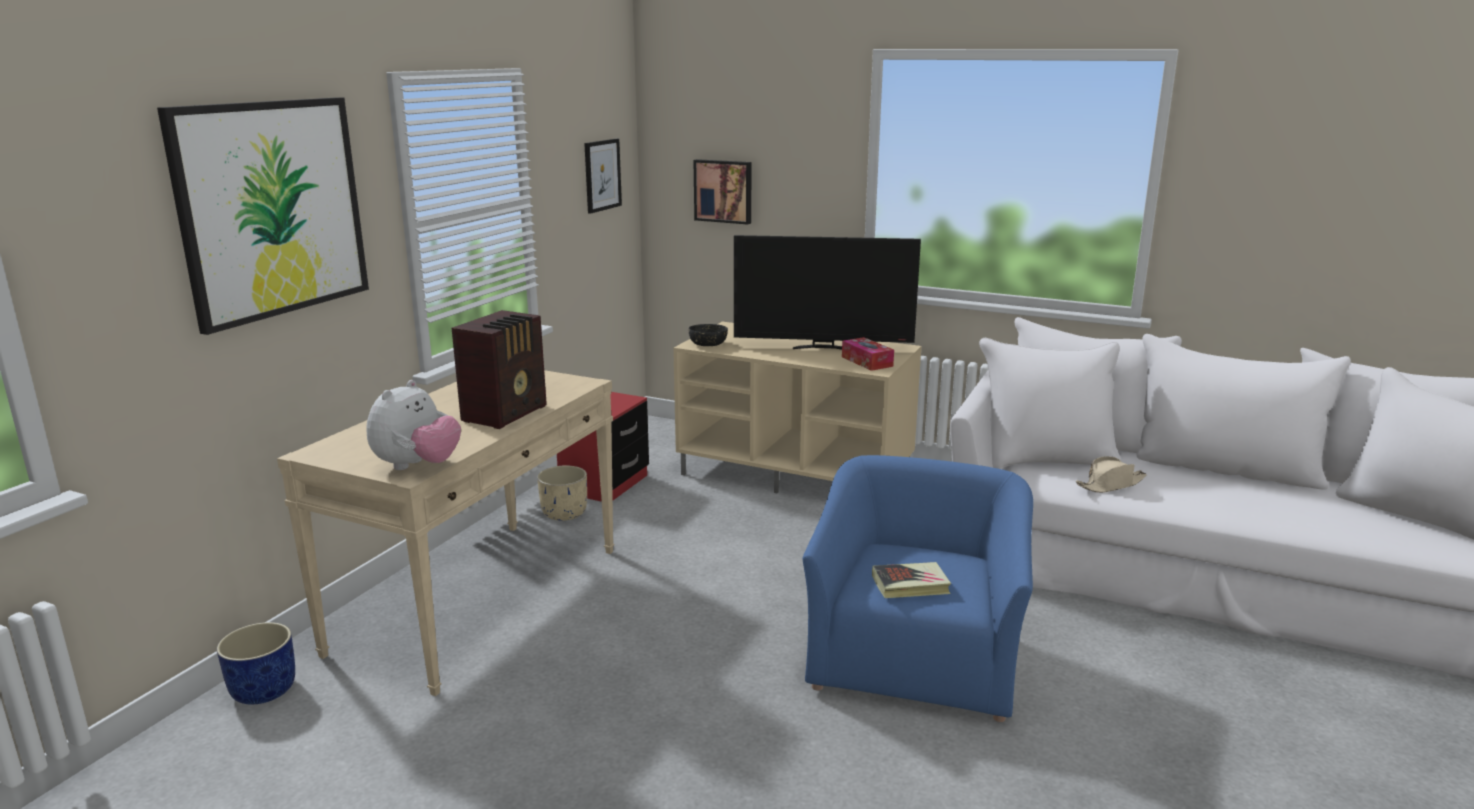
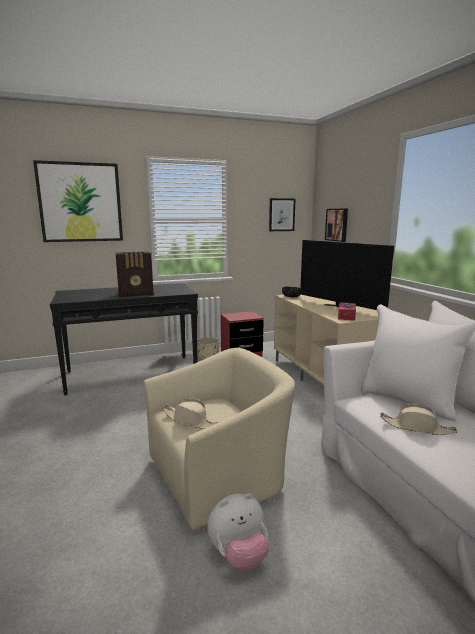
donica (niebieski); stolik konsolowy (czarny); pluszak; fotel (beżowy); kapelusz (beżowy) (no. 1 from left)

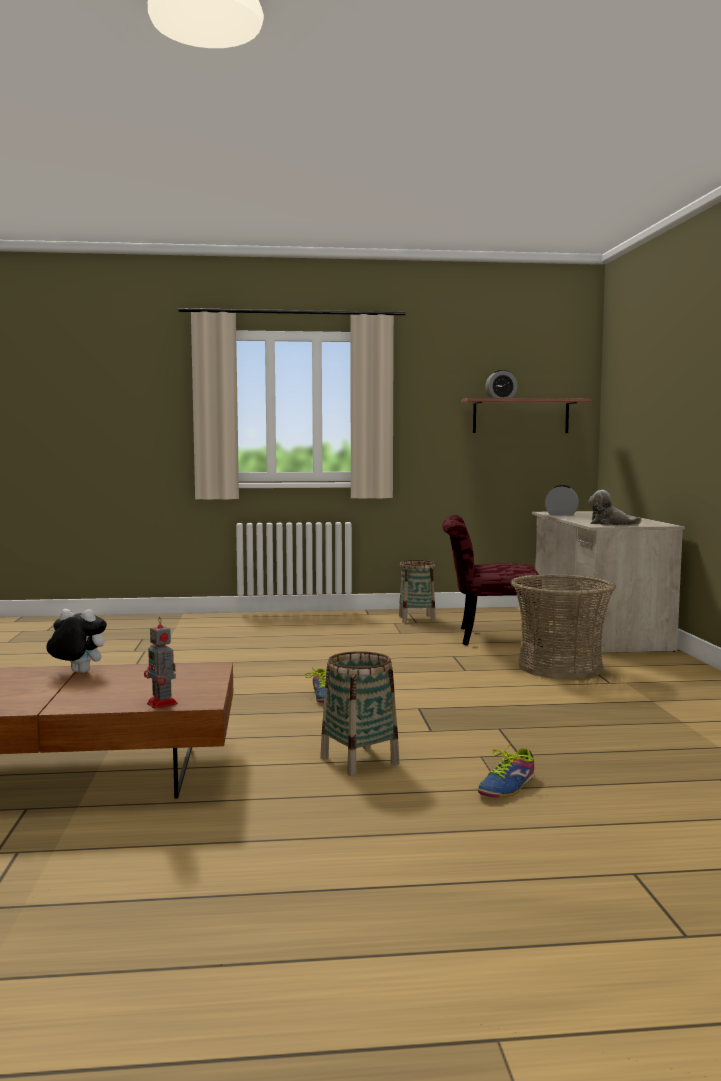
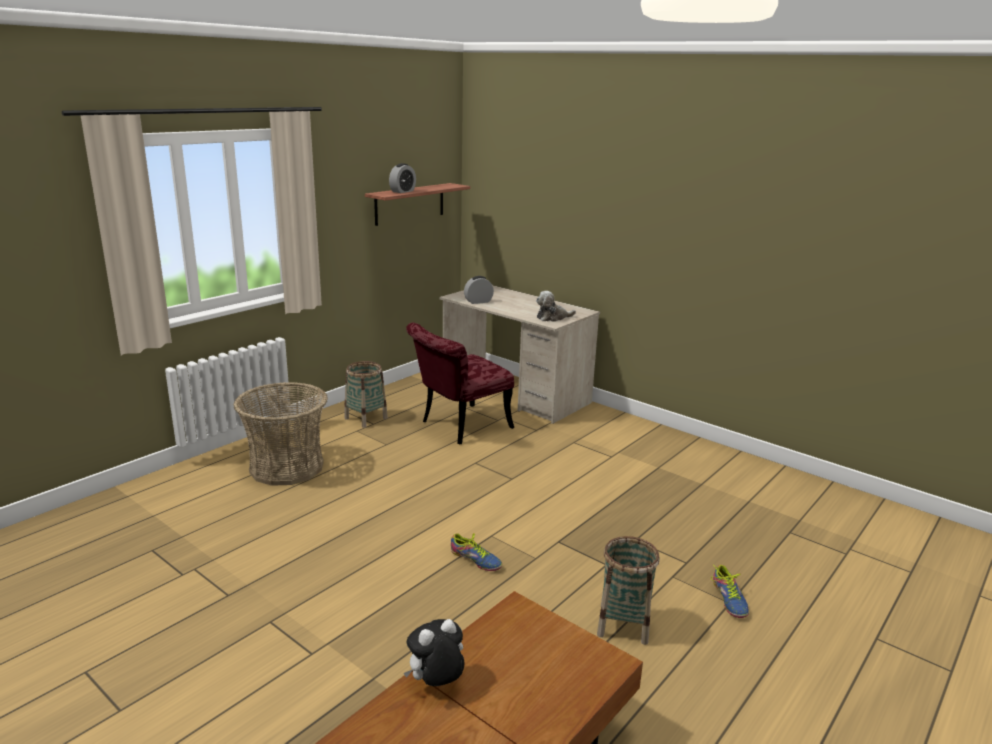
robot zabawkowy; koszyk (no. 1 from left)

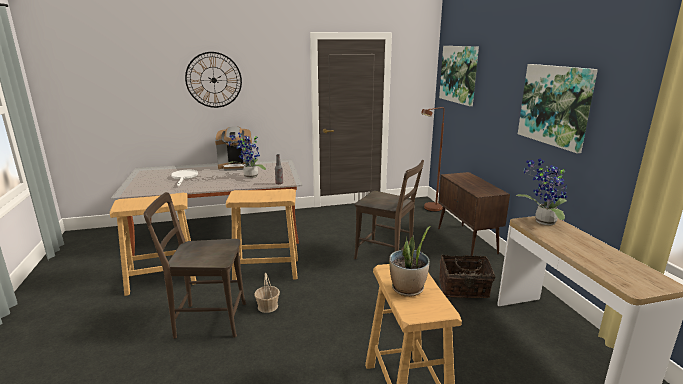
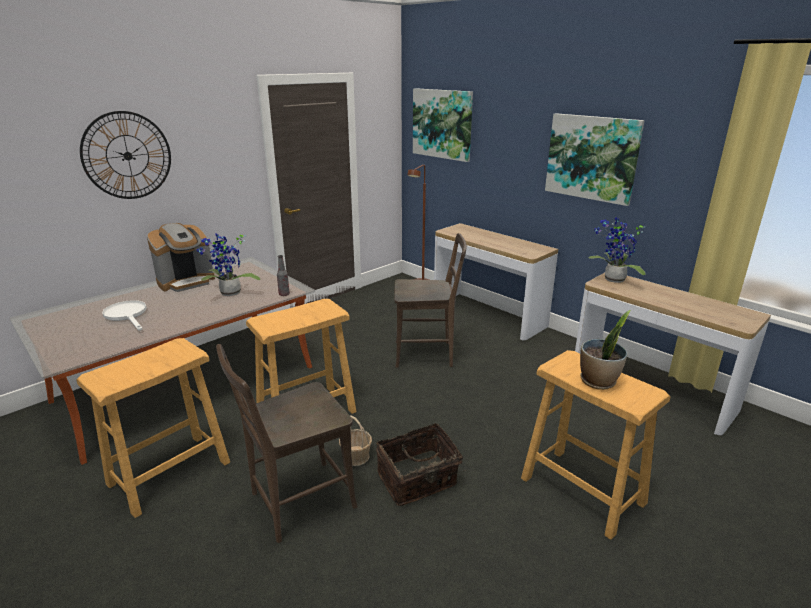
stolik konsolowy (no. 1 from left); koszyk (no. 2 from left)

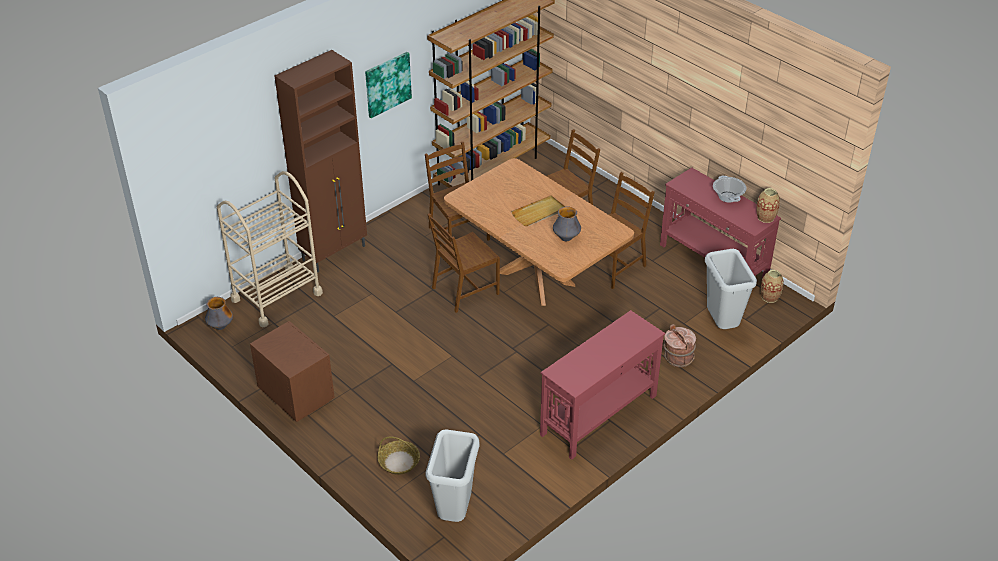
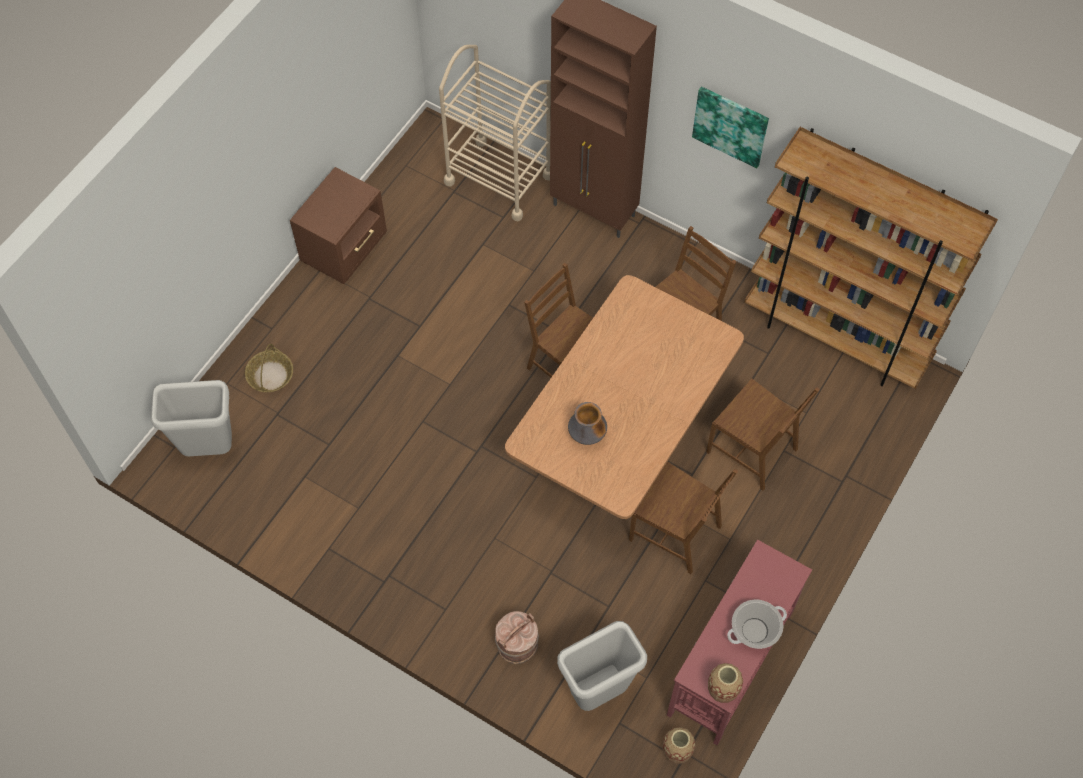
wazon (no. 1 from left in the first image); taca (beżowy); stolik konsolowy (czerwony) (no. 1 from left in the first image)

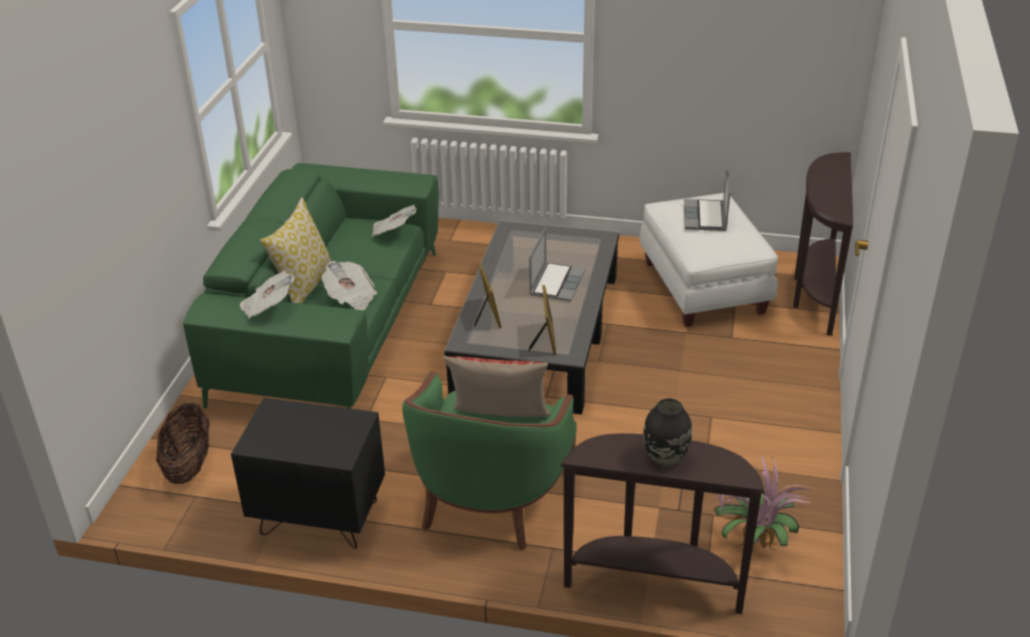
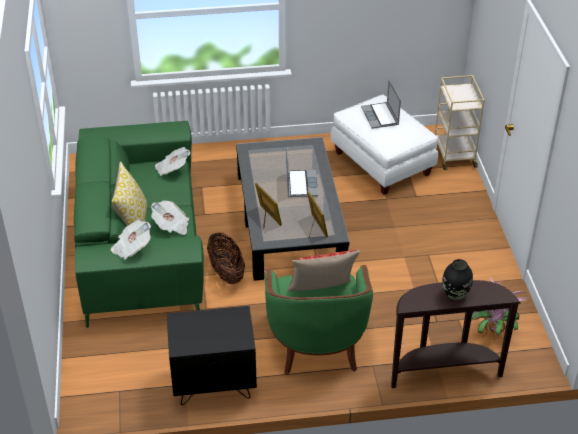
koszyk; wózek (beżowy)

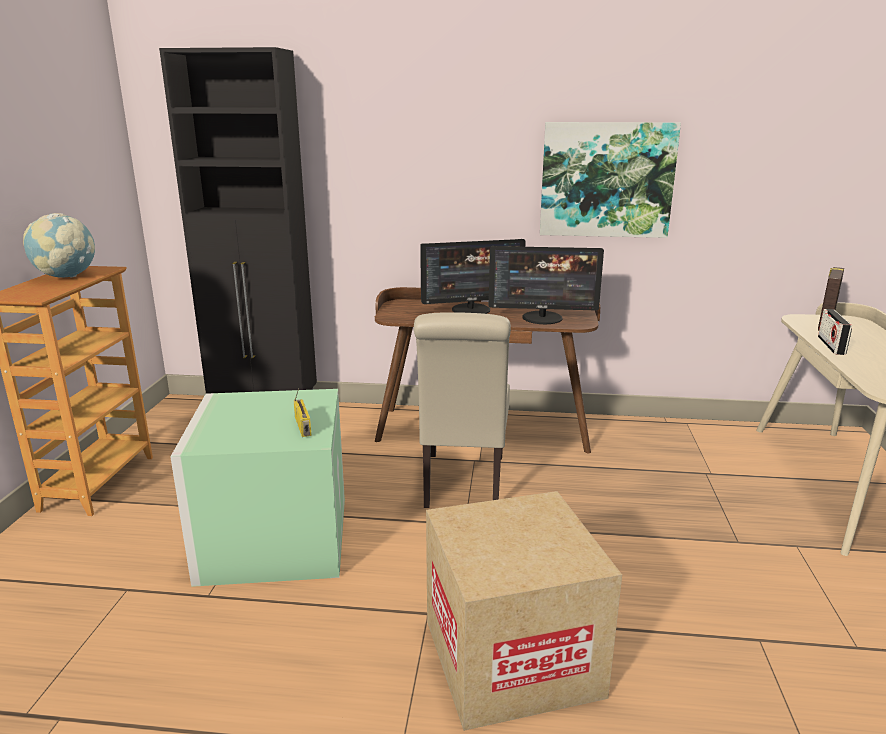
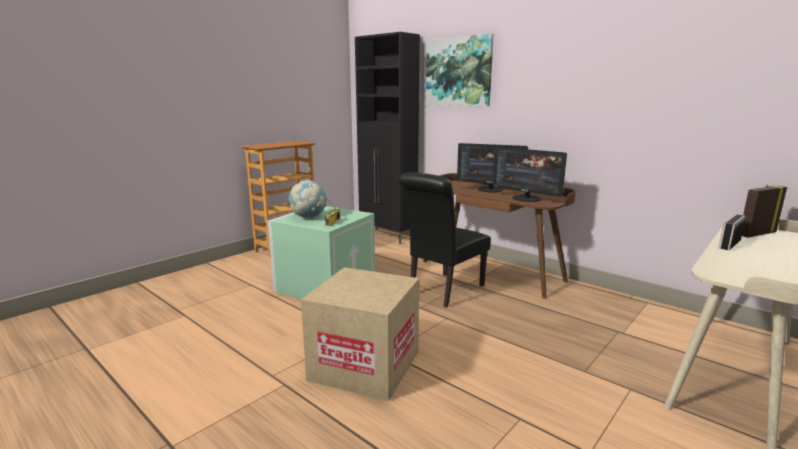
globus; krzesło (czarny); obraz

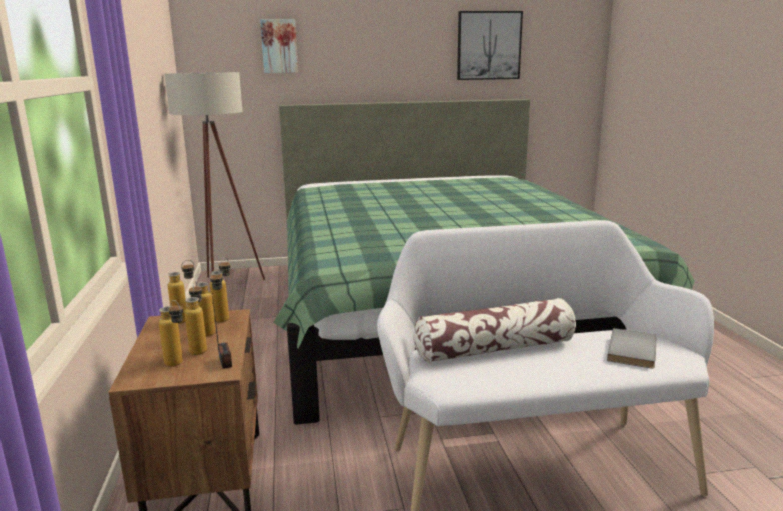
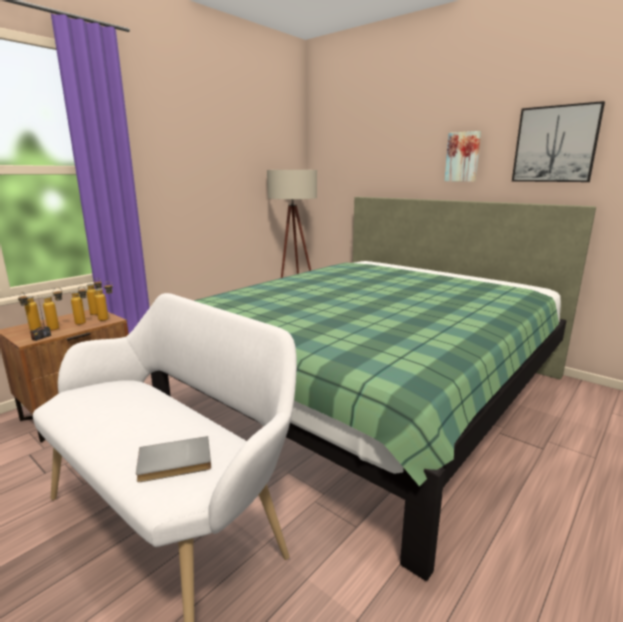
obraz (no. 1 from left); poduszka

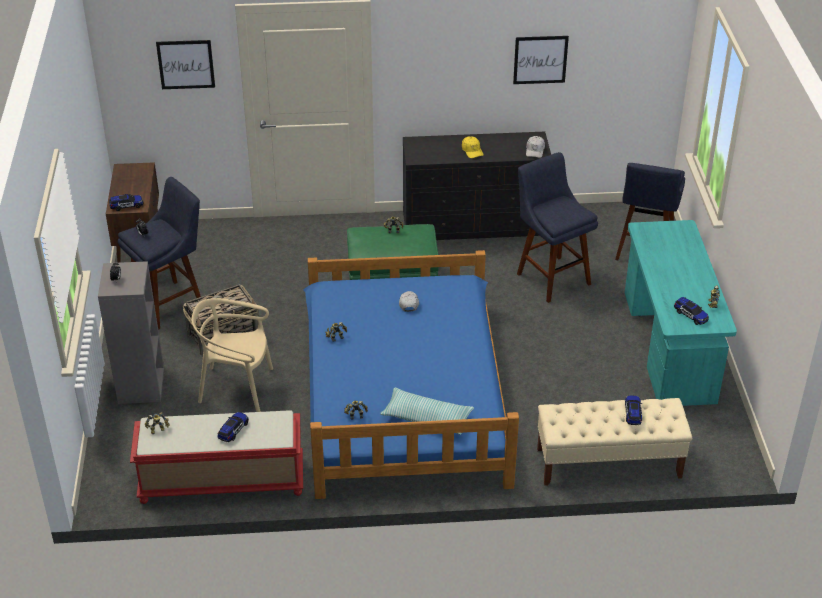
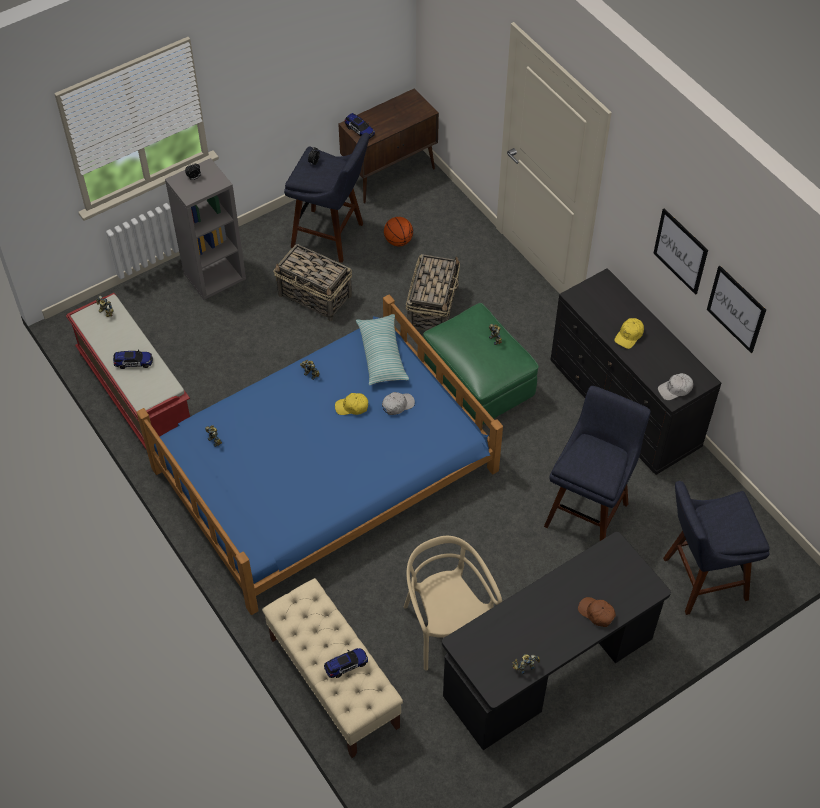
obraz (no. 1 from left); krzesło (beżowy); poduszka; biurko (czarny); samochodzik (no. 4 from left in the first image); czapka z daszkiem (żółty) (no. 1 from left); piłka do koszykówki; koszyk (no. 2 from left); czapka z daszkiem (brązowy)

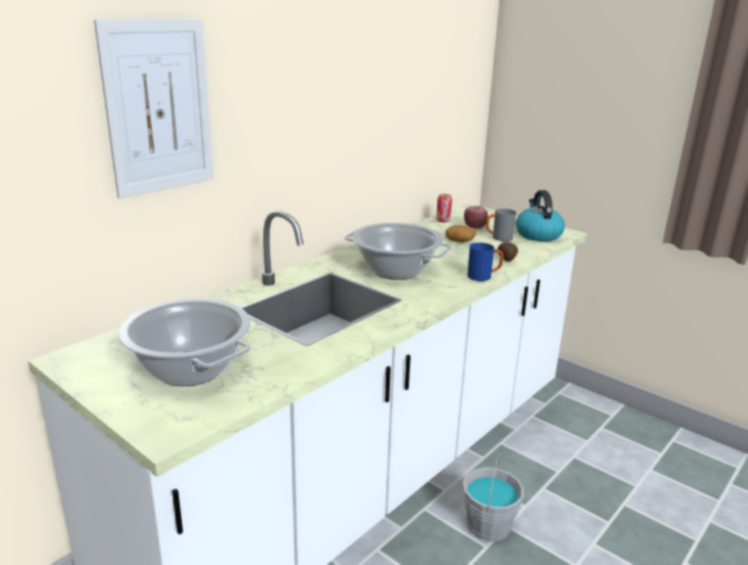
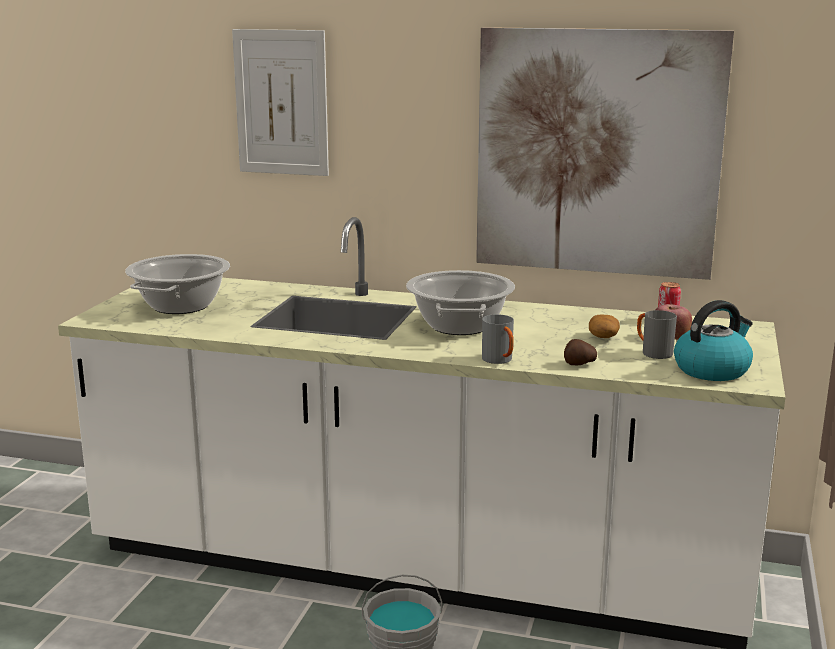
kubek (szary) (no. 1 from left); obraz (no. 2 from left)

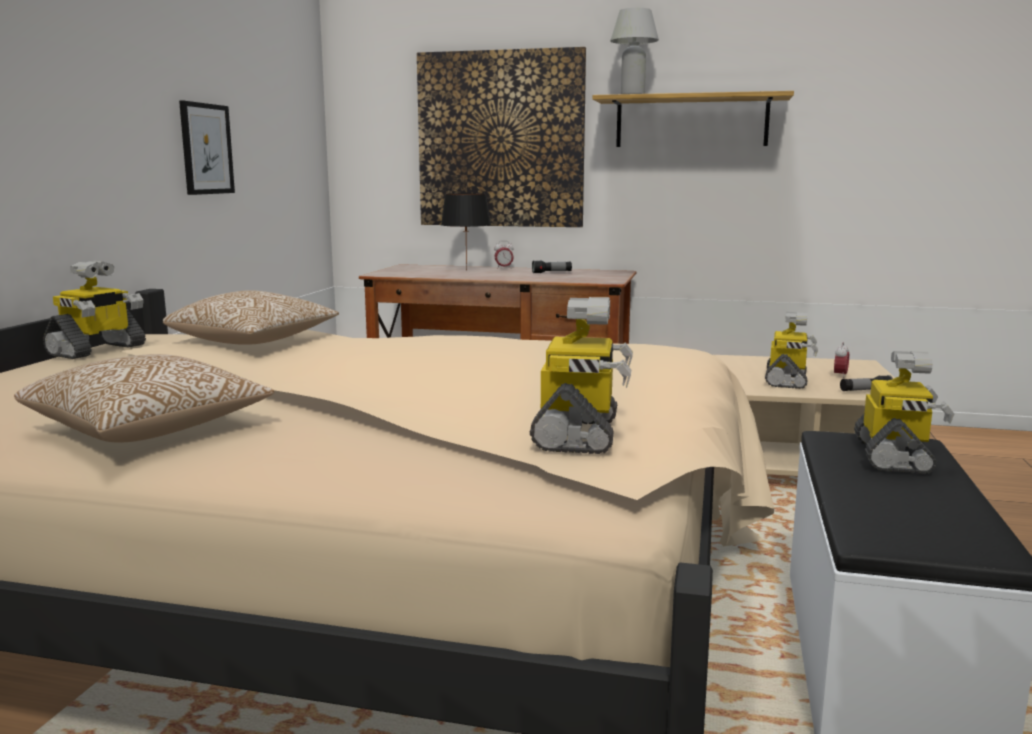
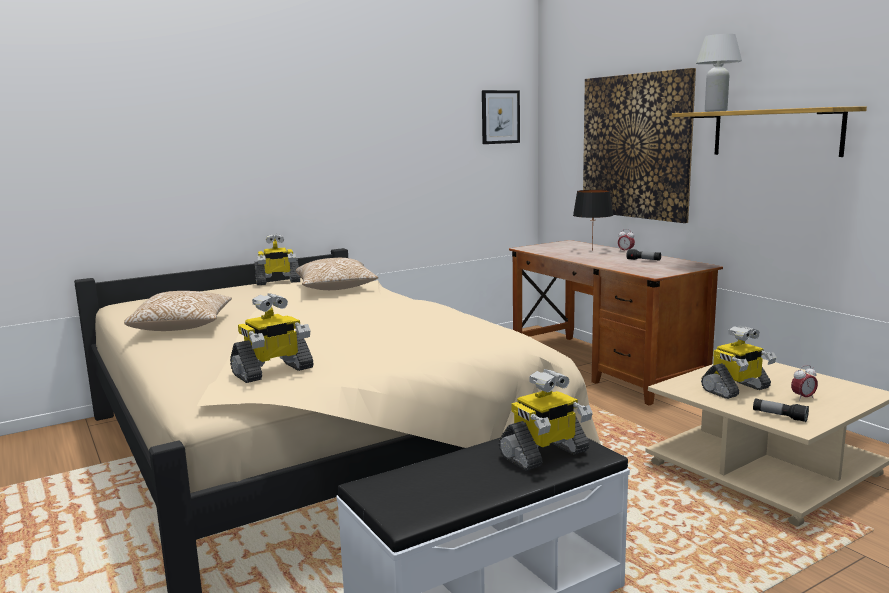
obraz (no. 1 from left)

